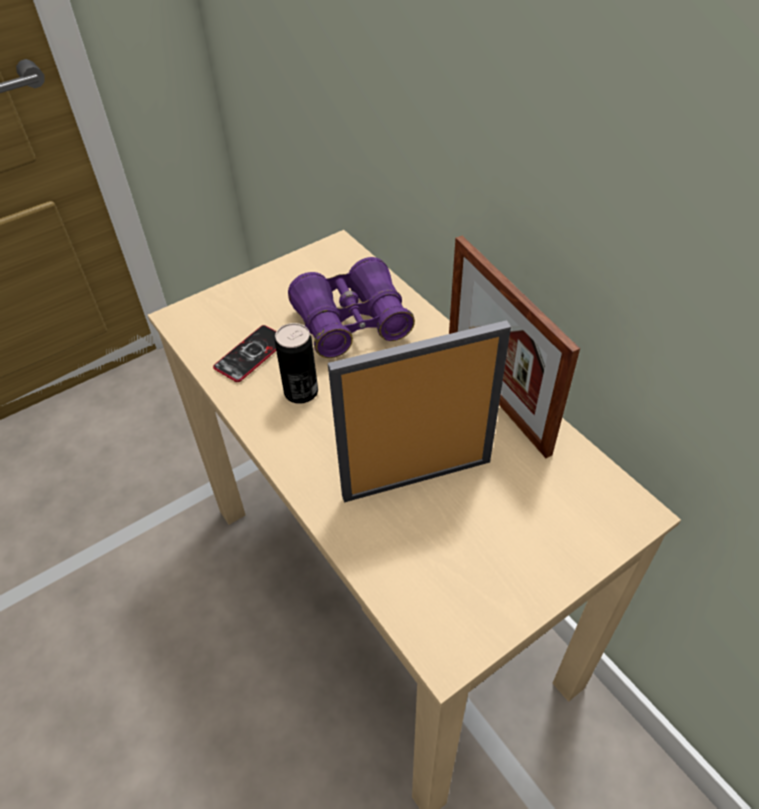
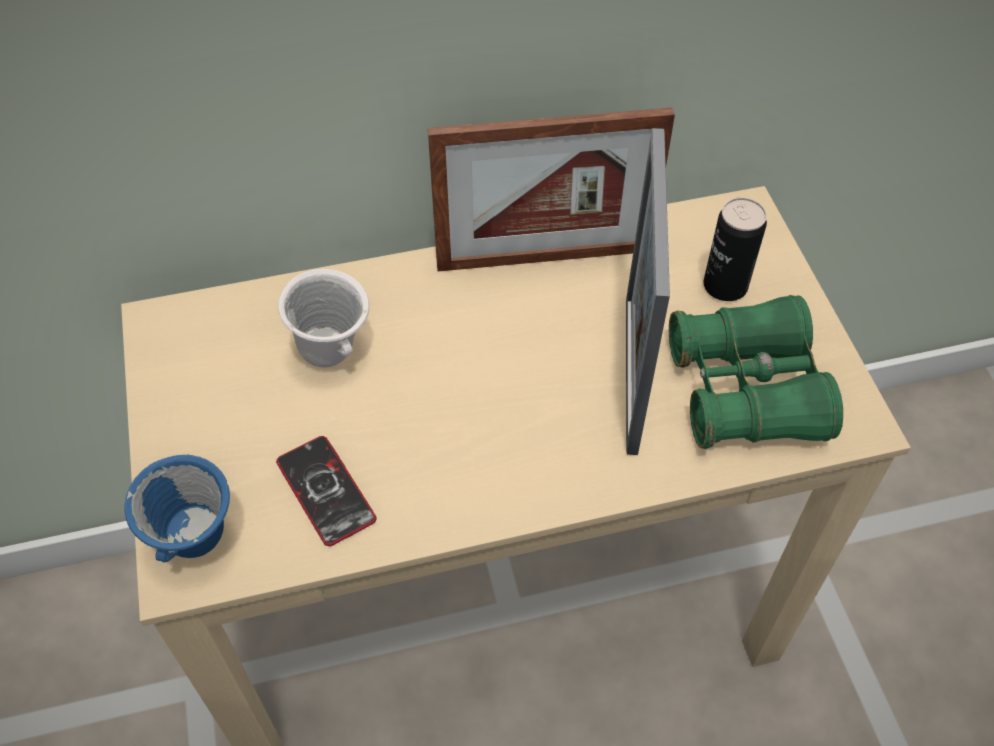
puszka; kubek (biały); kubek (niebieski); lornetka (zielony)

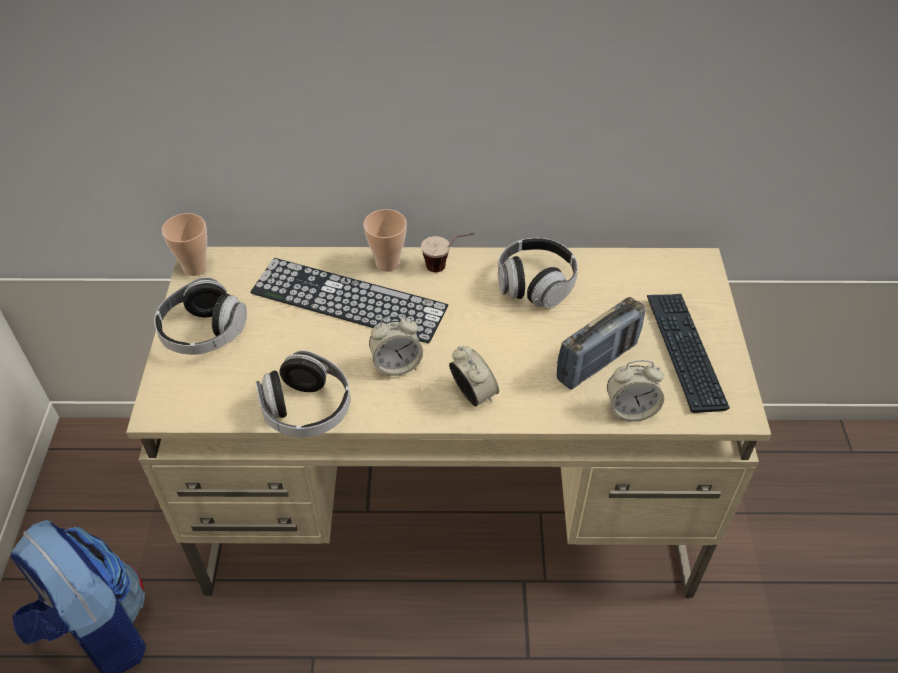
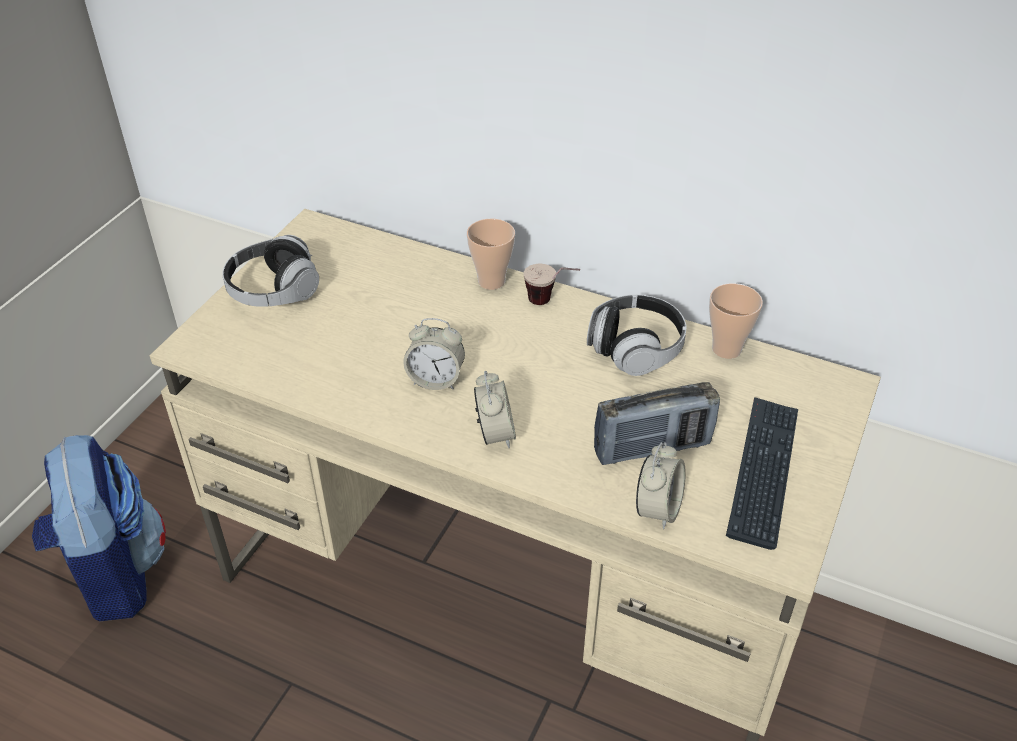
filiżanka (no. 3 from left); klawiatura (no. 1 from left in the first image); słuchawki (no. 2 from left in the first image); budzik (no. 3 from left)

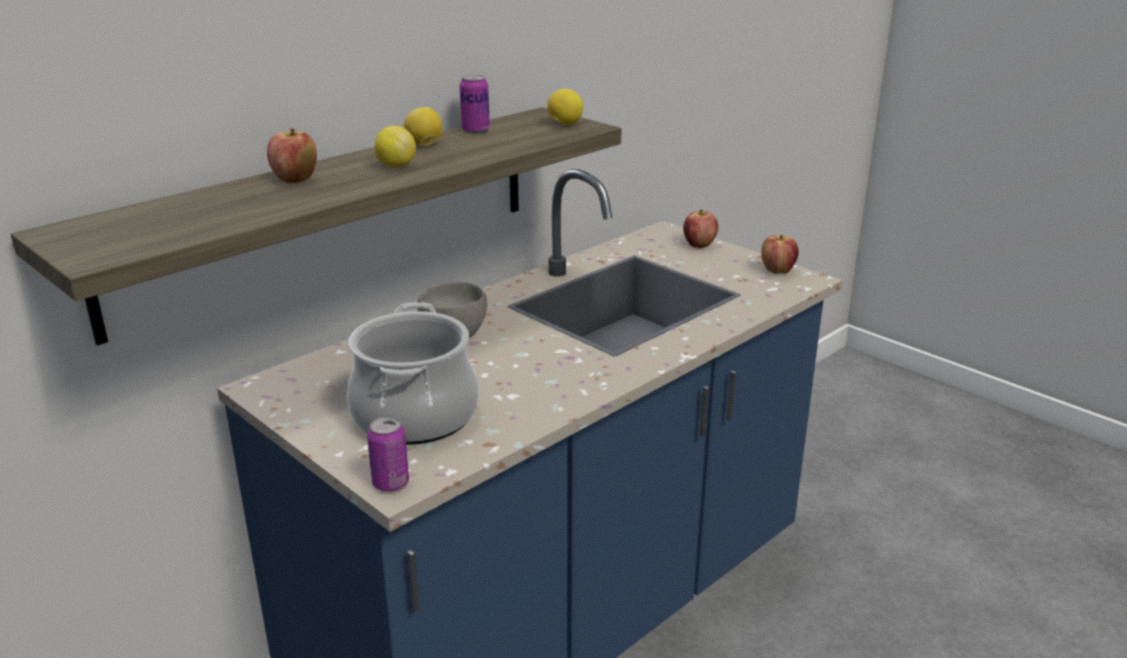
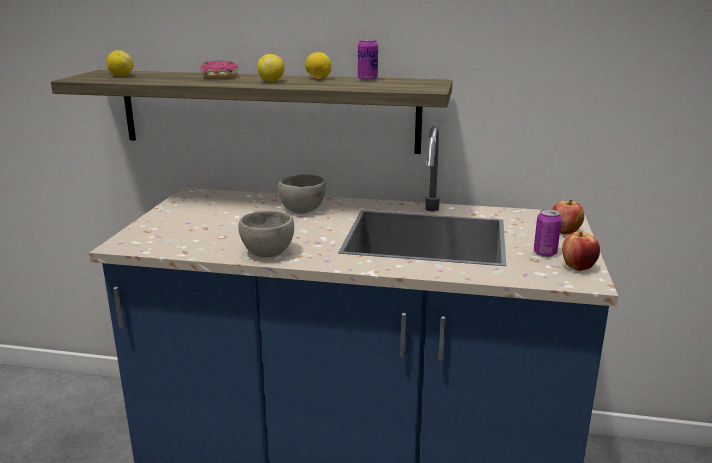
donut; garnek; puszka (no. 2 from left); cytryna (no. 1 from left); miska (szary) (no. 1 from left)

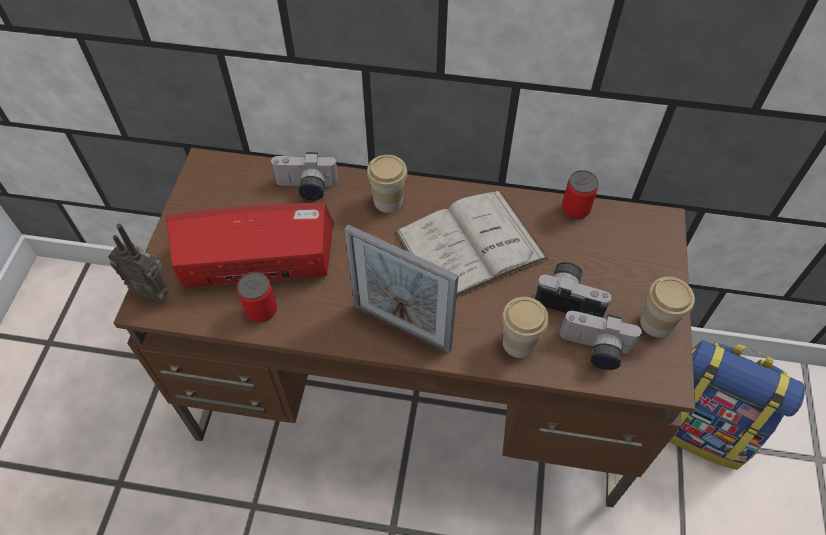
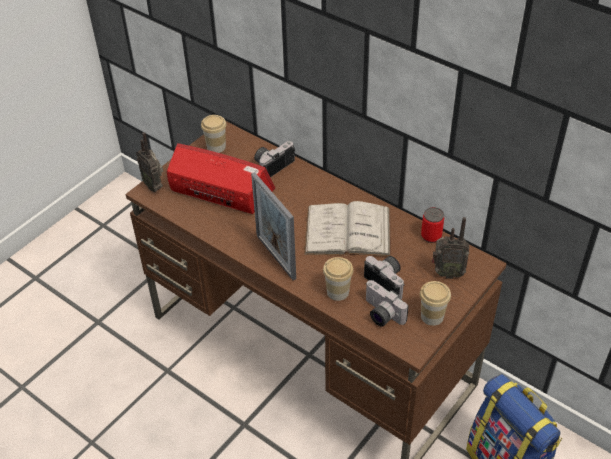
puszka (no. 1 from left in the first image); aparat fotograficzny (no. 1 from left); filiżanka (no. 1 from left); radio (no. 3 from left)

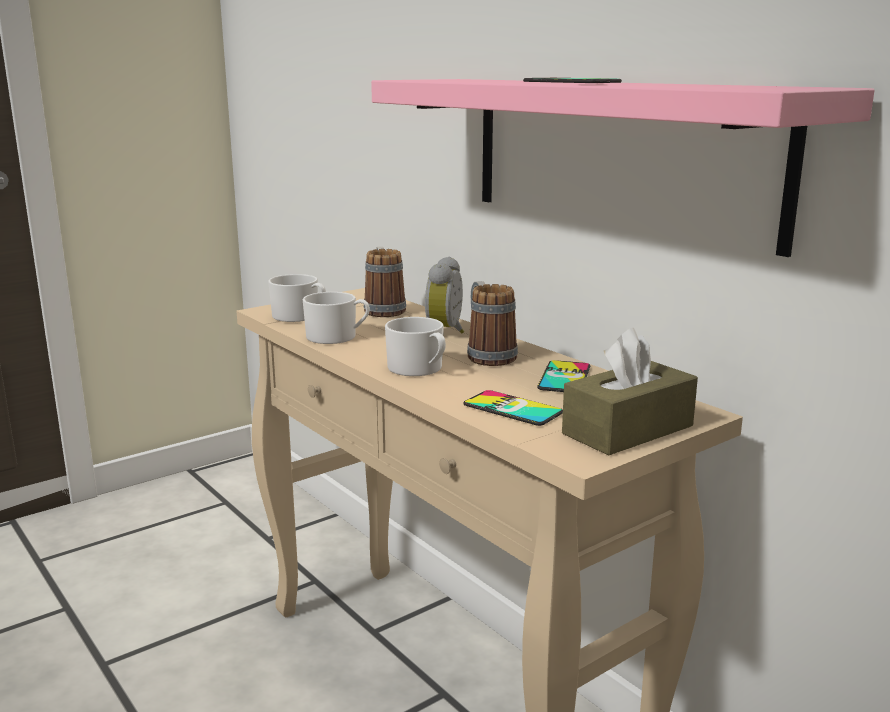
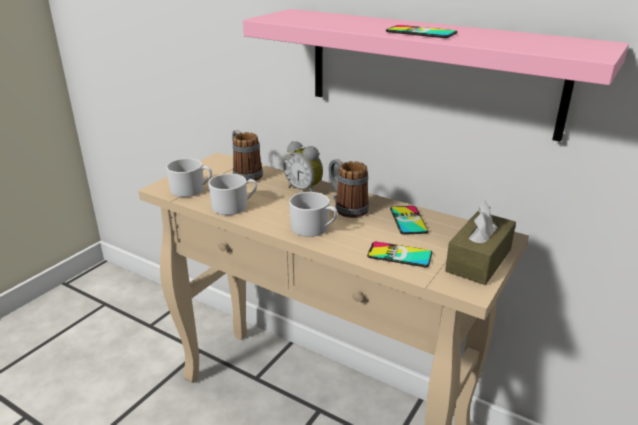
budzik

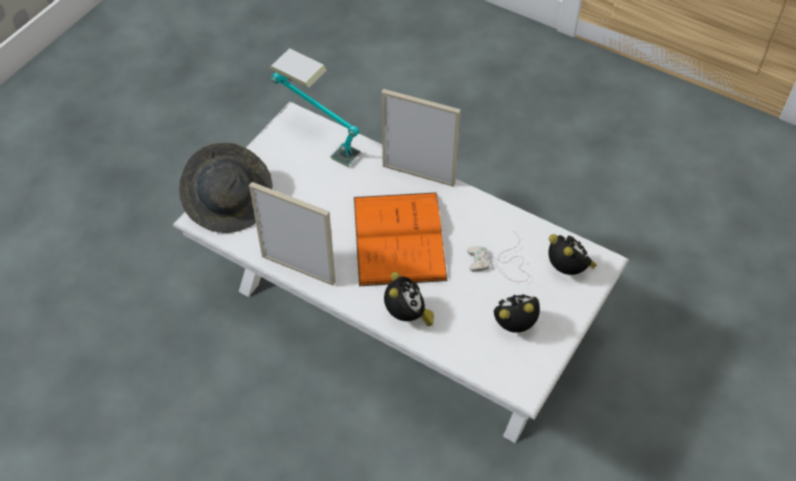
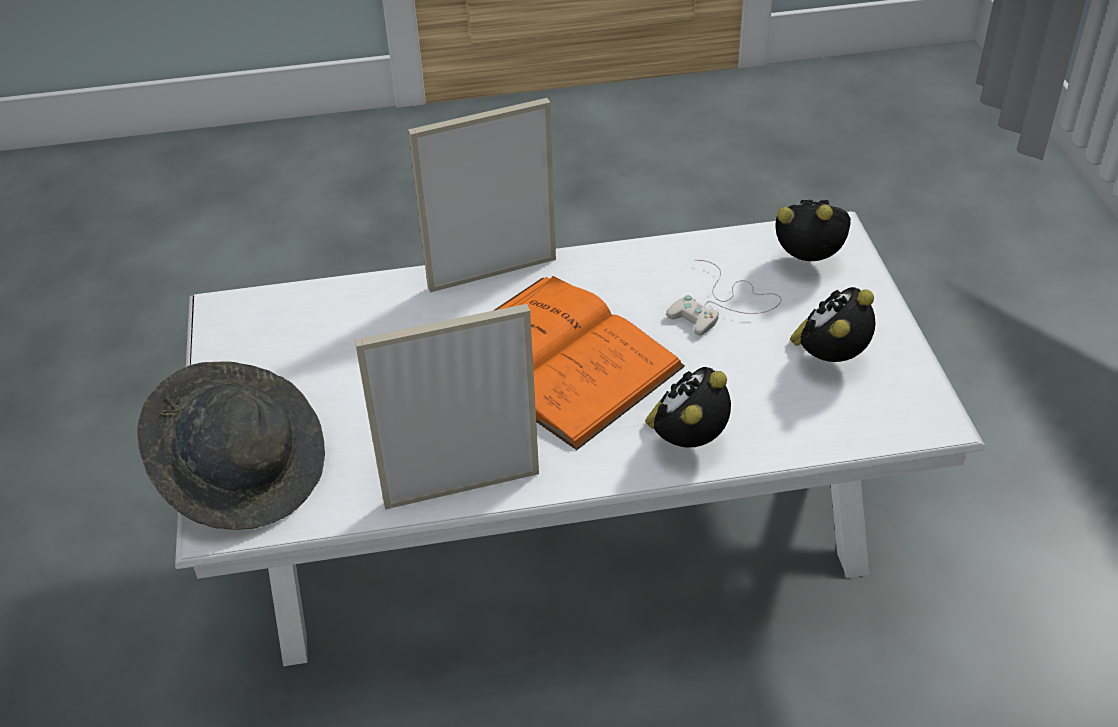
lampa stołowa; budzik (no. 1 from left)

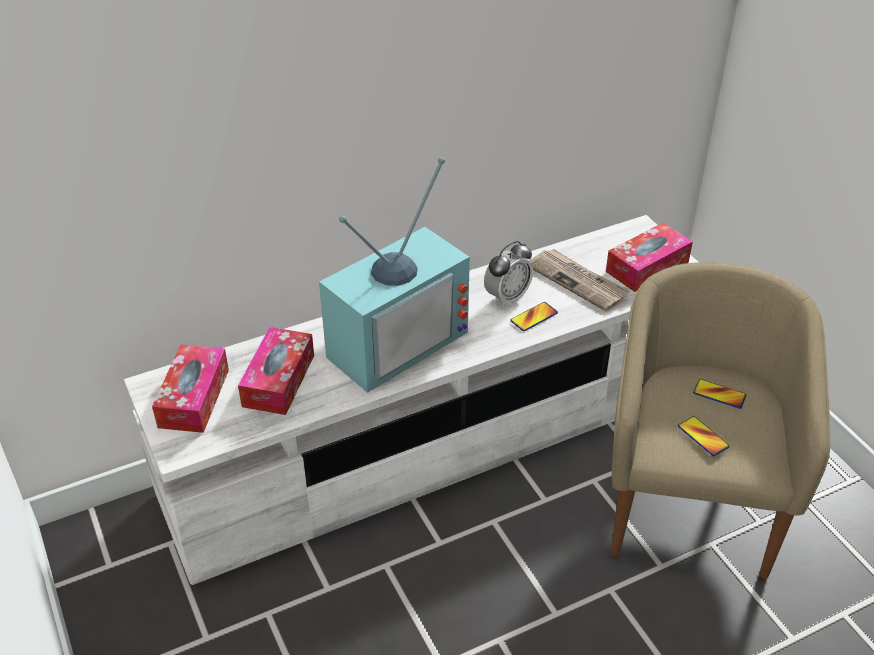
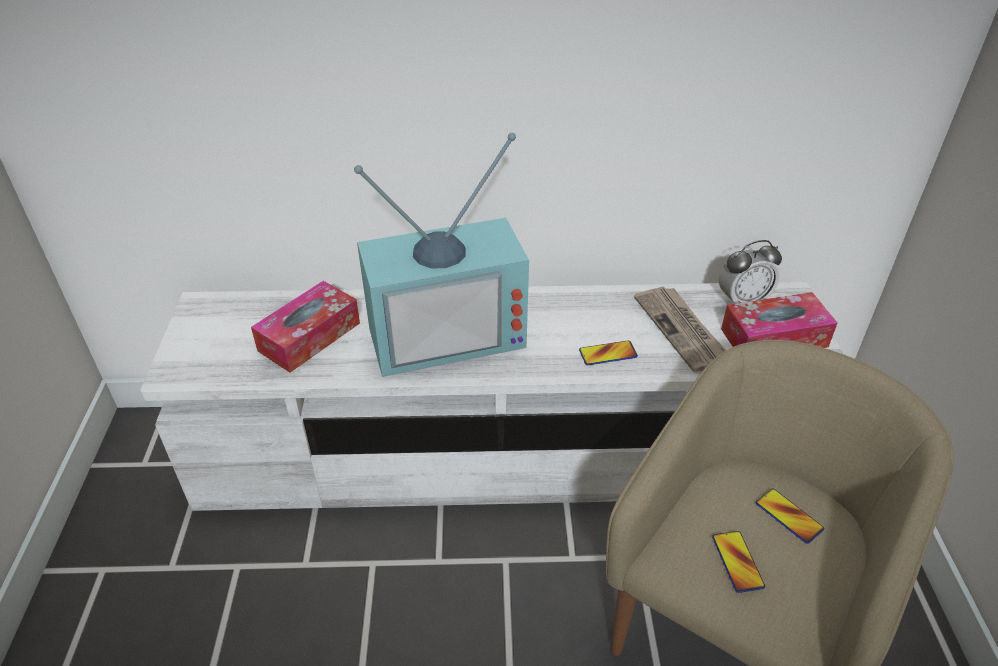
pudełko chusteczek (no. 1 from left in the first image); budzik

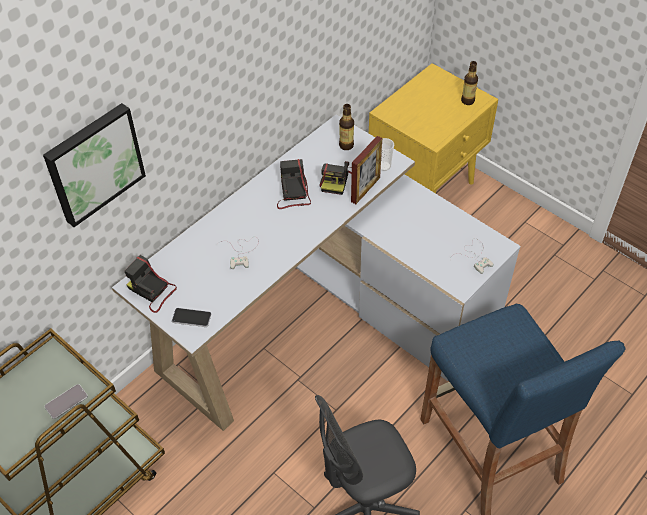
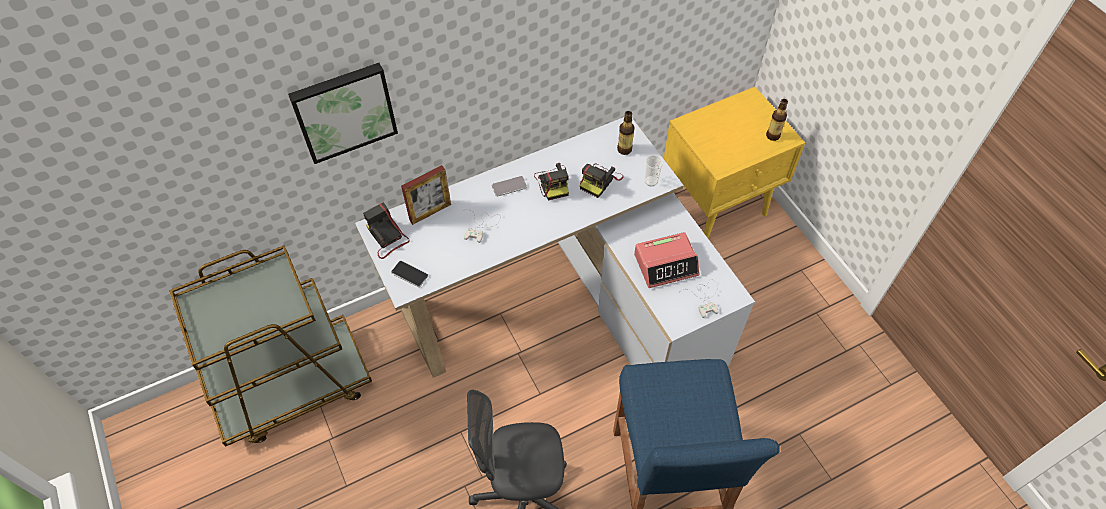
telefon (no. 2 from left); aparat fotograficzny (no. 2 from left); ramka na zdjęcie; budzik

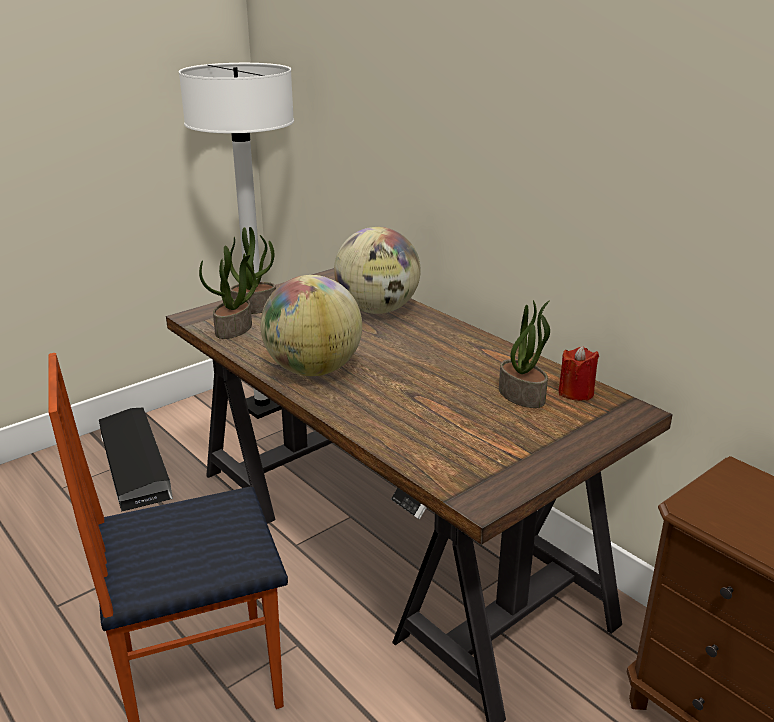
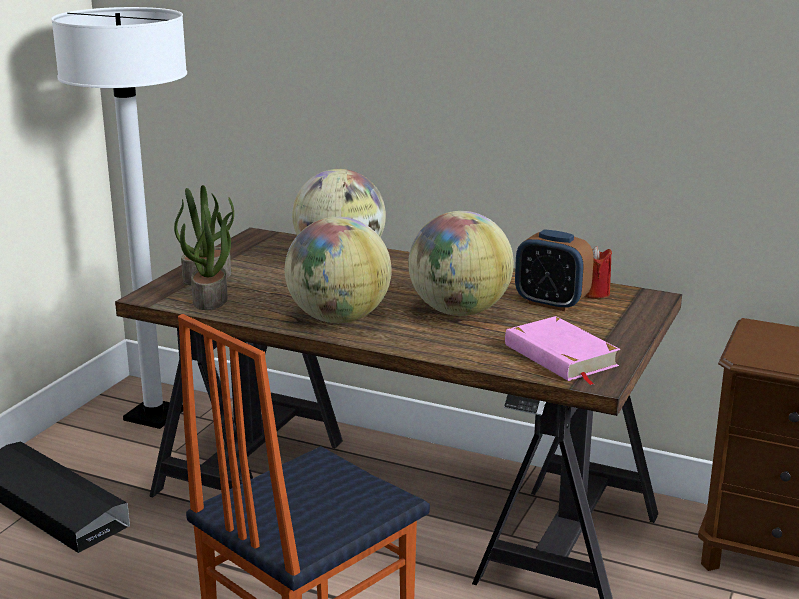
budzik; globus (no. 3 from left); książka (różowy)

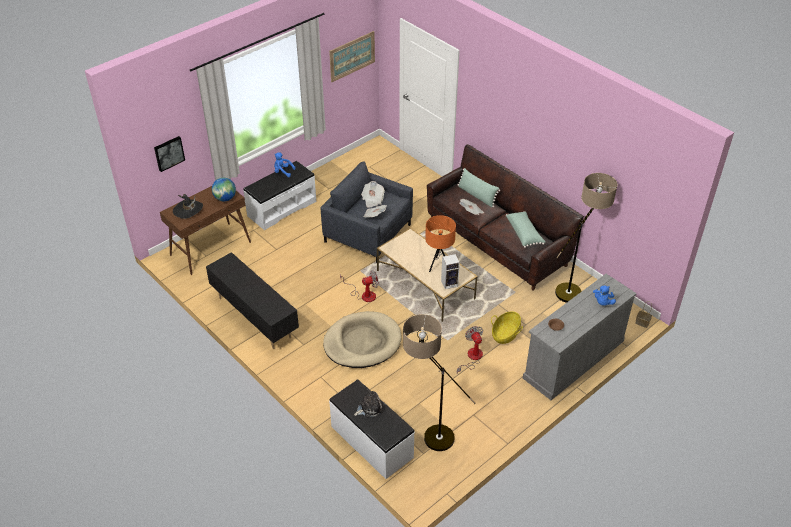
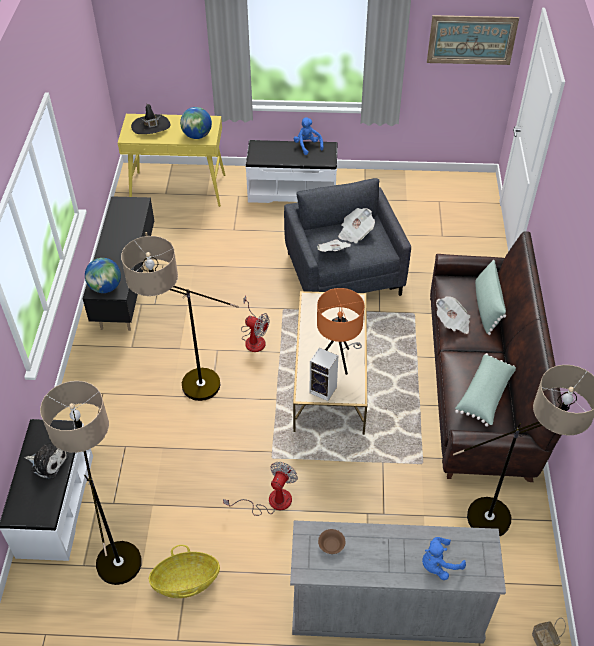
obraz (no. 1 from left in the first image); stolik konsolowy (żółty); lampa stojąca (no. 2 from left); koszyk (no. 1 from left); globus (no. 1 from left)

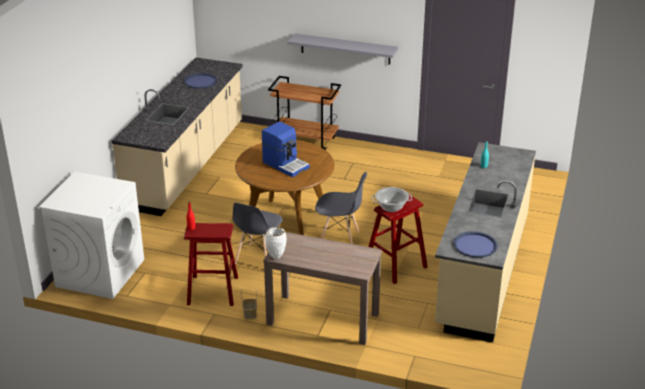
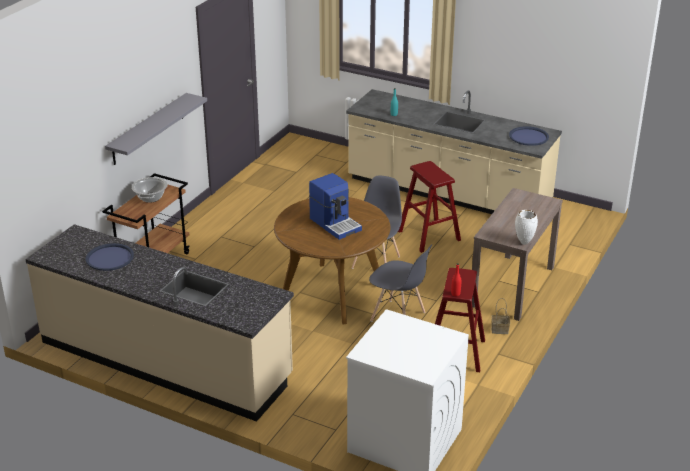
ekspres do kawy; garnek

